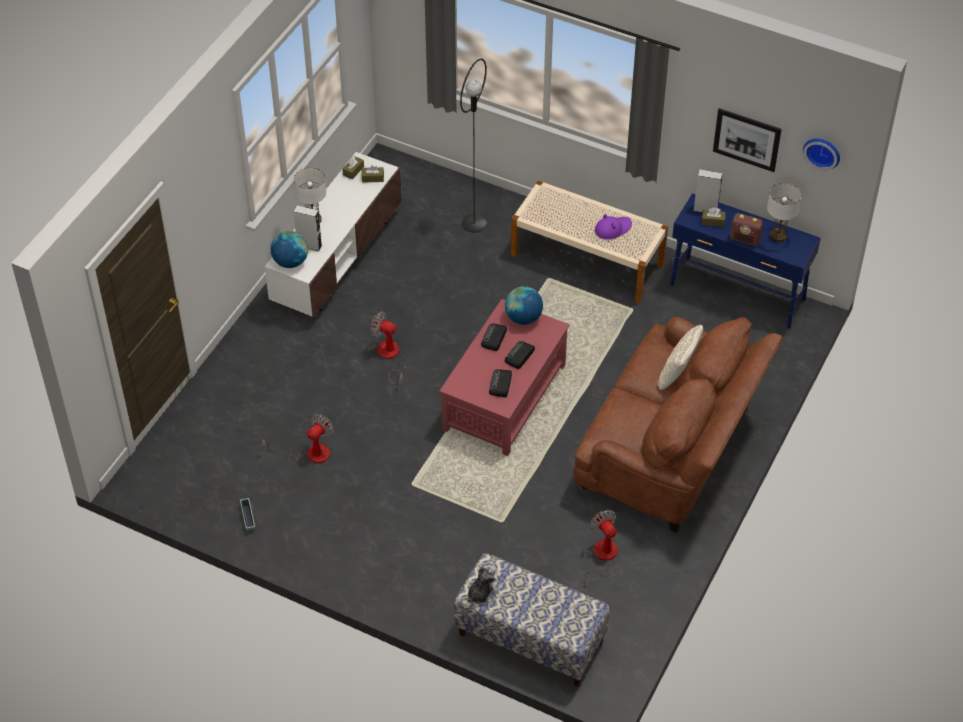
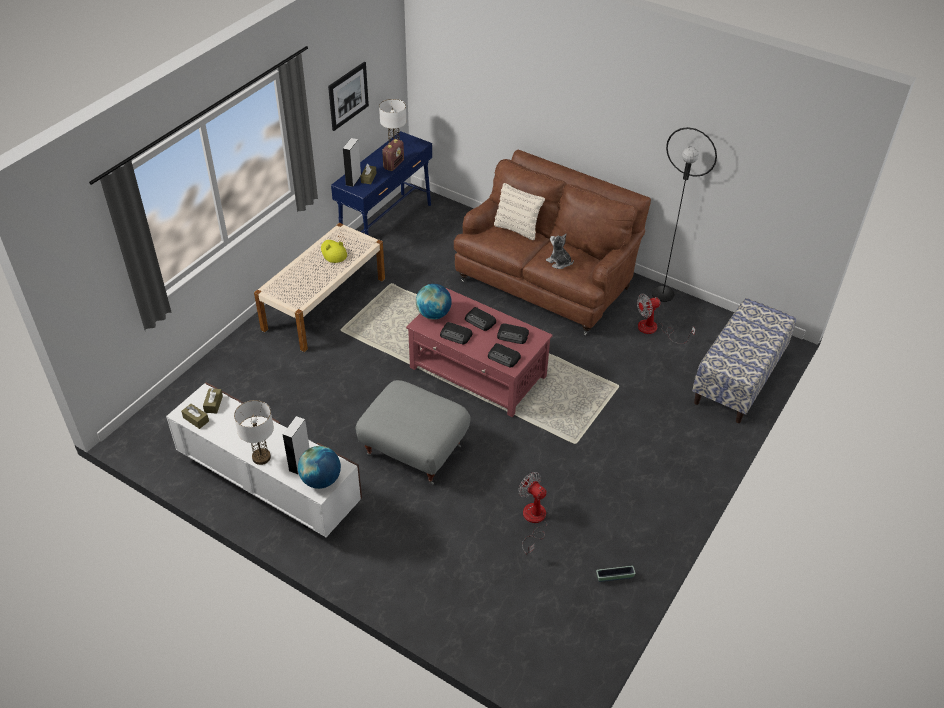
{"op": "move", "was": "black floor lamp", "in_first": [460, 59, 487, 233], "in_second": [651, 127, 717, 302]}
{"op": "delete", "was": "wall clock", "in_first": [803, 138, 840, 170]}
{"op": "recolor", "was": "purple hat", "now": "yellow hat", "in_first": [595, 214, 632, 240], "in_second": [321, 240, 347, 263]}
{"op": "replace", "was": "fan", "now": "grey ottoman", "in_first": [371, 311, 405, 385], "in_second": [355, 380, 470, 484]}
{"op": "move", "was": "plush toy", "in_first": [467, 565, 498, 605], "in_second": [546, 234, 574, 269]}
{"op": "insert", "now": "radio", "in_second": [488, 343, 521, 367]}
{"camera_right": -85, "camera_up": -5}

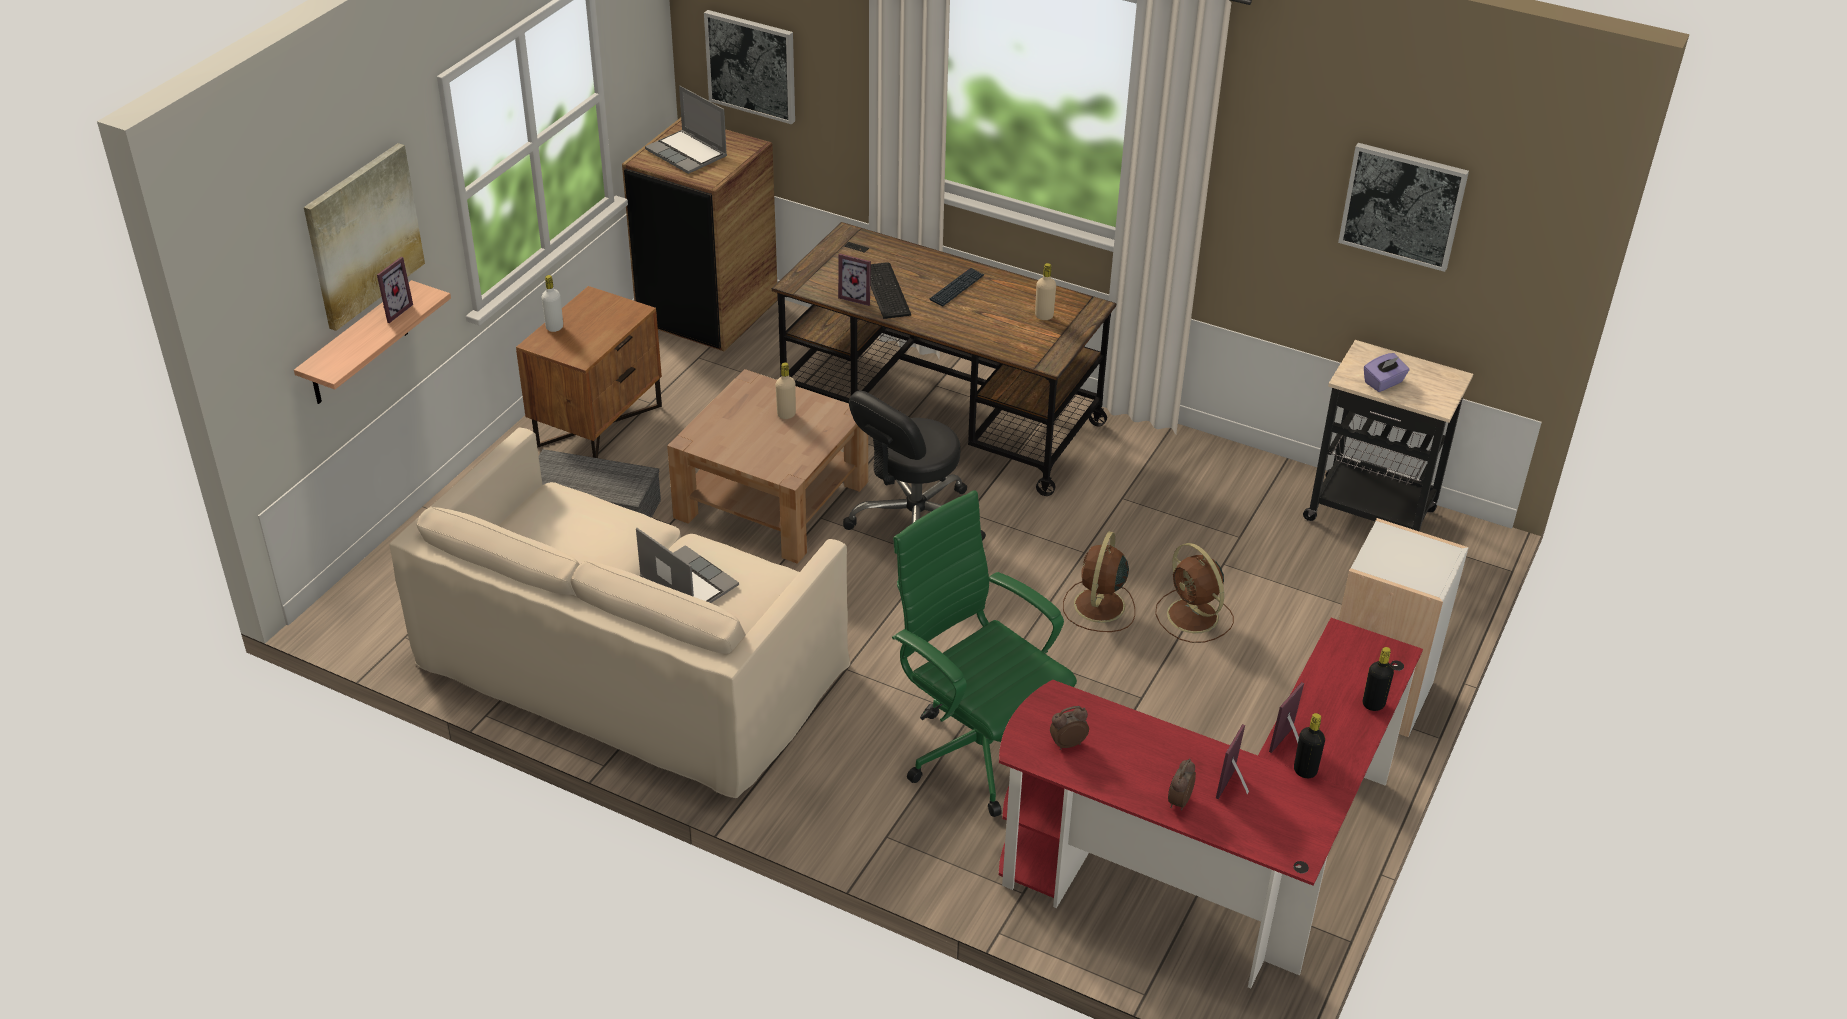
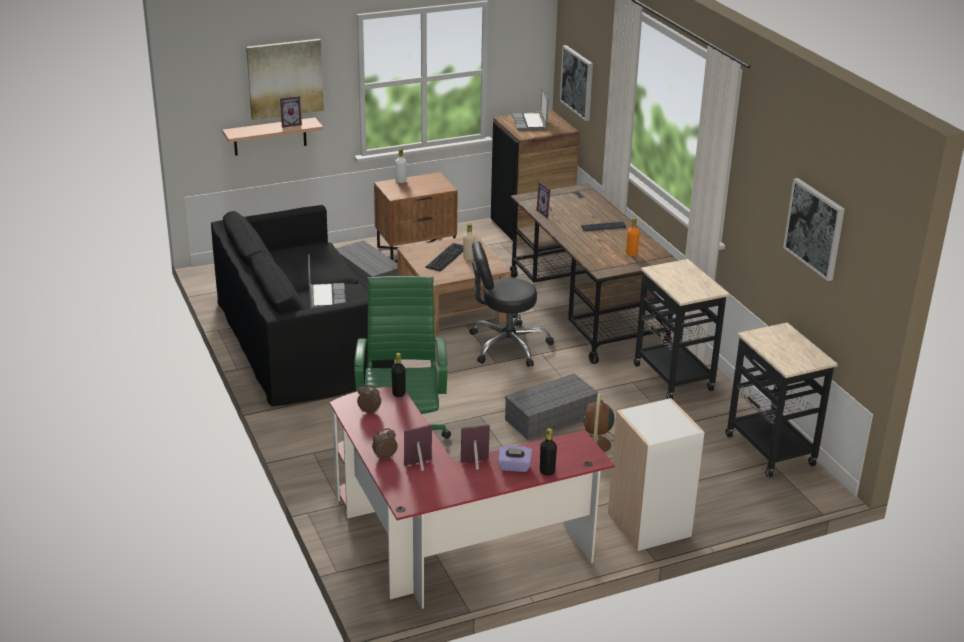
{"op": "move", "was": "keyboard", "in_first": [870, 262, 911, 319], "in_second": [425, 243, 463, 271]}
{"op": "recolor", "was": "beige bottle", "now": "orange bottle", "in_first": [1035, 263, 1056, 320], "in_second": [626, 218, 640, 256]}
{"op": "move", "was": "purple tissue box", "in_first": [1364, 353, 1410, 392], "in_second": [498, 445, 532, 472]}
{"op": "recolor", "was": "beige sofa", "now": "black sofa", "in_first": [389, 427, 850, 798], "in_second": [211, 205, 394, 407]}
{"op": "replace", "was": "brown fan", "now": "grey storage box", "in_first": [1063, 532, 1135, 632], "in_second": [505, 373, 598, 440]}
{"op": "move", "was": "black bottle", "in_first": [1294, 713, 1325, 778], "in_second": [392, 353, 406, 397]}
{"op": "insert", "now": "cart", "in_second": [634, 259, 729, 399]}
{"camera_right": 40, "camera_up": -10}

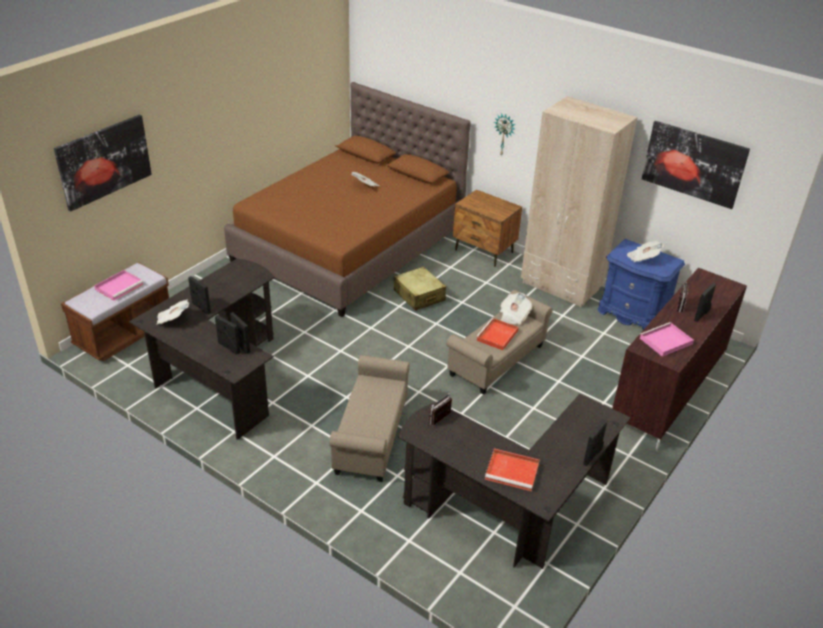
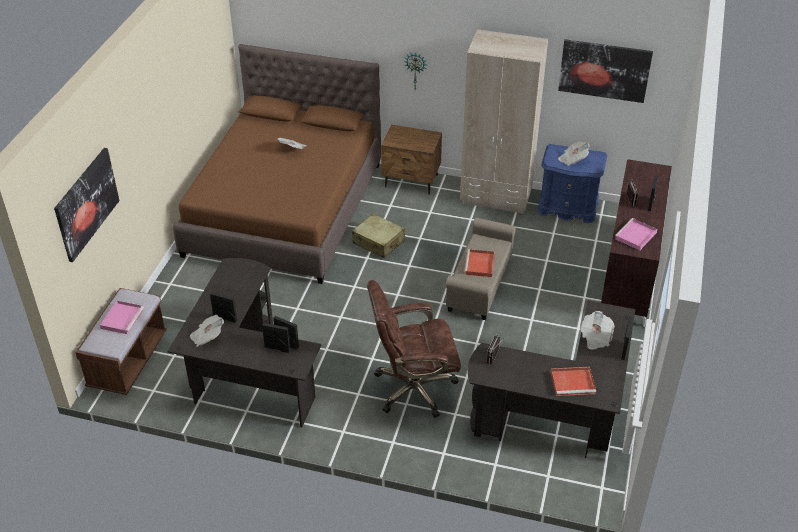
{"op": "move", "was": "newspaper", "in_first": [500, 293, 532, 324], "in_second": [580, 311, 615, 350]}
{"op": "replace", "was": "beige ottoman", "now": "brown office chair", "in_first": [329, 355, 410, 482], "in_second": [367, 280, 461, 418]}
{"camera_right": -20, "camera_up": 5}

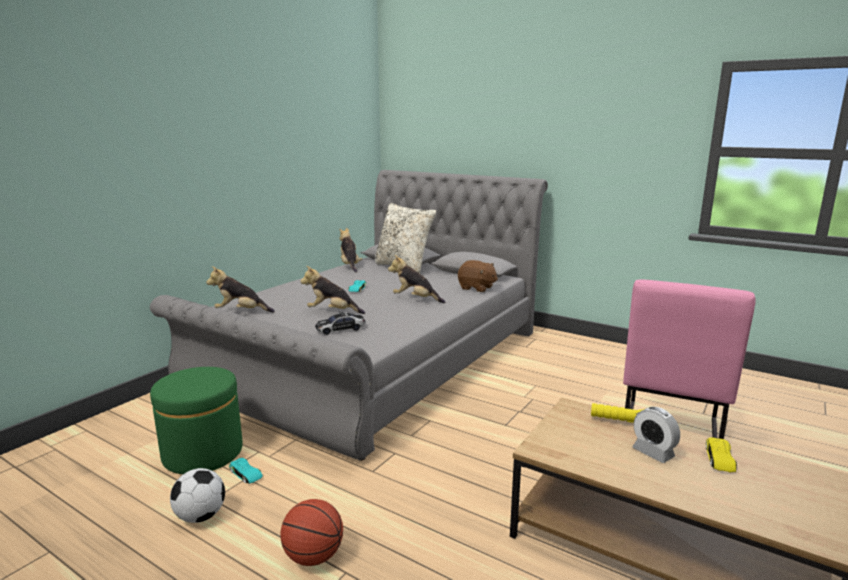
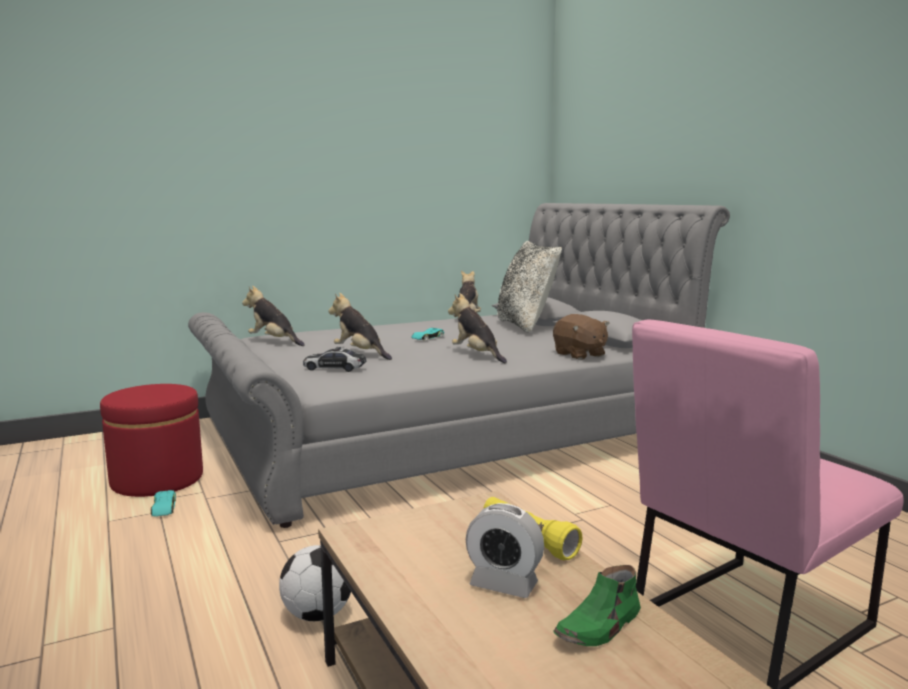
{"op": "recolor", "was": "green ottoman", "now": "red ottoman", "in_first": [150, 367, 243, 474], "in_second": [100, 384, 203, 497]}
{"op": "rotate", "was": "alarm clock", "in_first": [632, 407, 680, 463], "in_second": [466, 503, 544, 598], "clockwise": -60}
{"op": "replace", "was": "yellow toy car", "now": "green shoe", "in_first": [705, 437, 737, 472], "in_second": [554, 565, 641, 646]}
{"op": "move", "was": "football", "in_first": [170, 468, 225, 523], "in_second": [279, 545, 351, 621]}
{"op": "delete", "was": "basketball", "in_first": [280, 499, 343, 566]}
{"camera_right": 30, "camera_up": -5}

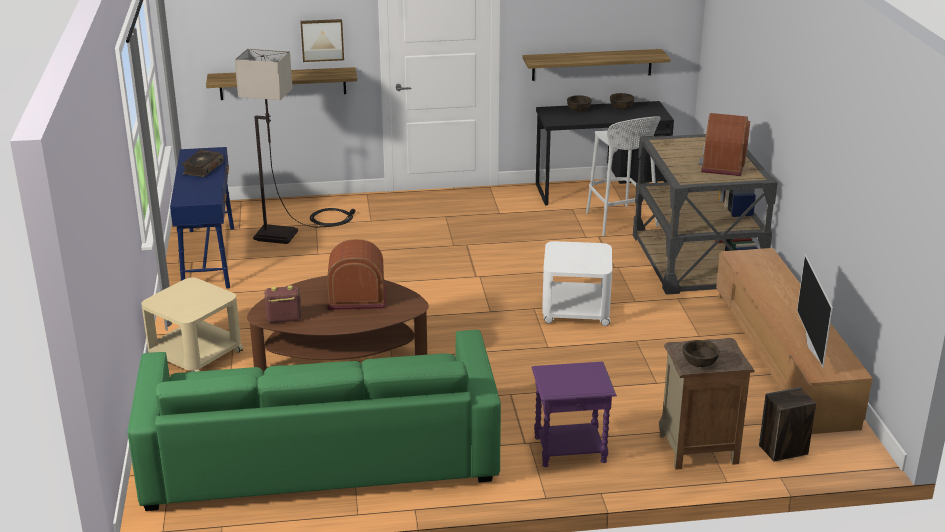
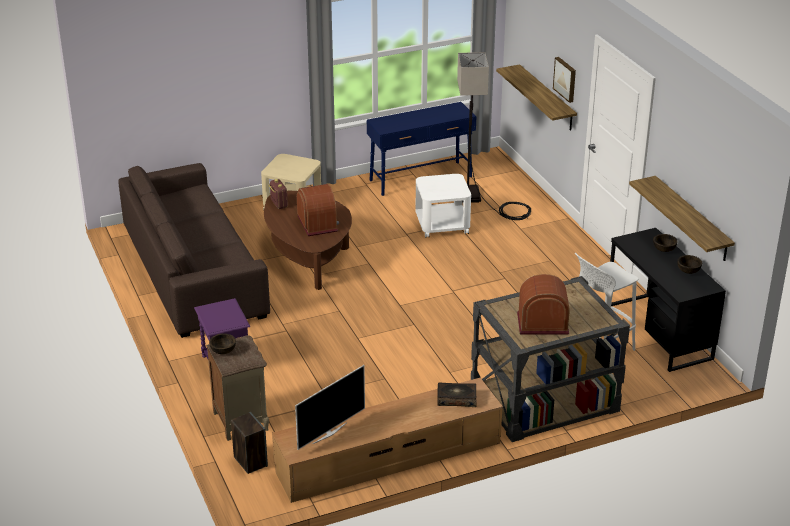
{"op": "move", "was": "book", "in_first": [182, 149, 224, 177], "in_second": [437, 383, 477, 407]}
{"op": "move", "was": "white side table", "in_first": [542, 241, 612, 326], "in_second": [416, 174, 471, 238]}
{"op": "rotate", "was": "television", "in_first": [797, 254, 833, 368], "in_second": [295, 365, 365, 450], "clockwise": 150}
{"op": "recolor", "was": "green sofa", "now": "brown sofa", "in_first": [127, 330, 501, 511], "in_second": [118, 163, 270, 338]}
{"camera_right": 75, "camera_up": 5}

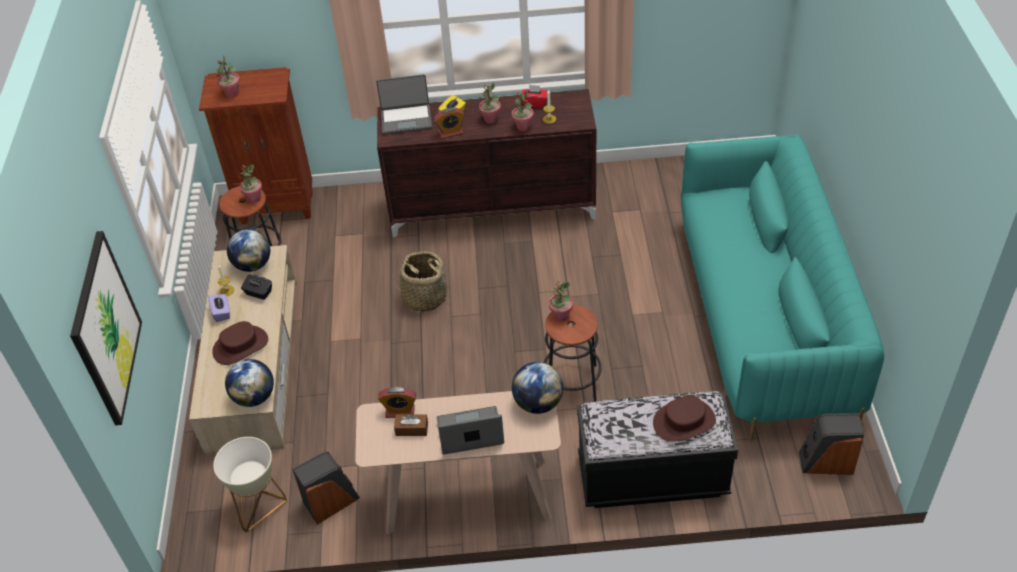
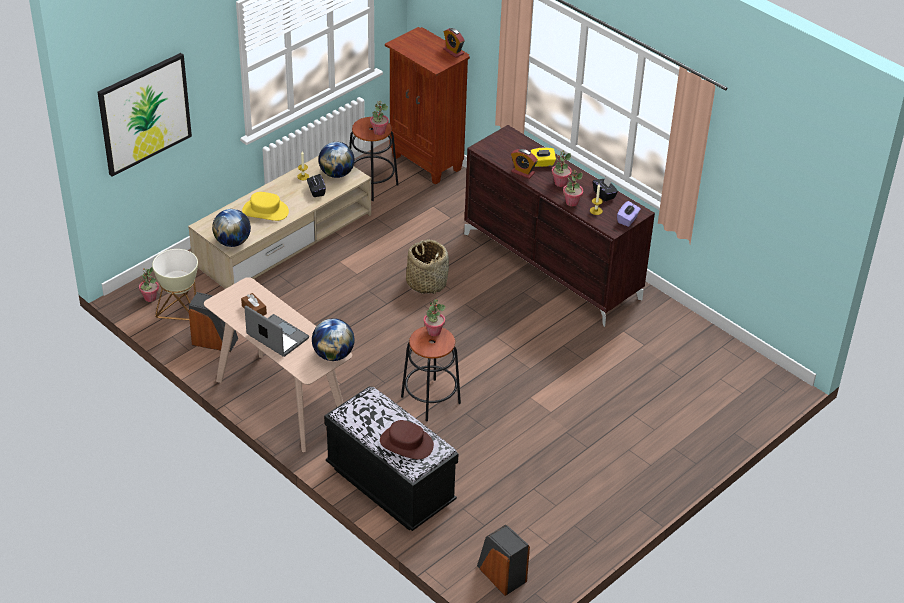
{"op": "move", "was": "potted plant", "in_first": [217, 55, 240, 97], "in_second": [139, 267, 159, 302]}
{"op": "delete", "was": "laptop", "in_first": [376, 74, 432, 134]}
{"op": "recolor", "was": "red tissue box", "now": "black tissue box", "in_first": [522, 85, 548, 108], "in_second": [593, 177, 618, 201]}
{"op": "delete", "was": "turquoise sofa", "in_first": [681, 135, 884, 440]}
{"op": "move", "was": "purple tissue box", "in_first": [208, 294, 230, 322], "in_second": [617, 201, 641, 227]}
{"op": "recolor", "was": "brown hat", "now": "yellow hat", "in_first": [212, 321, 268, 365], "in_second": [242, 192, 289, 221]}
{"op": "move", "was": "alarm clock", "in_first": [378, 387, 416, 418], "in_second": [443, 28, 465, 58]}
{"camera_right": 45, "camera_up": -5}

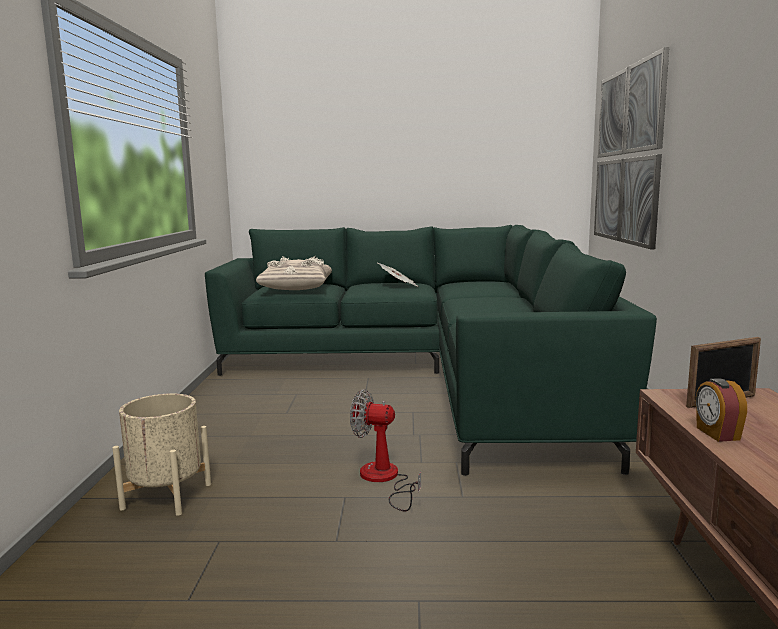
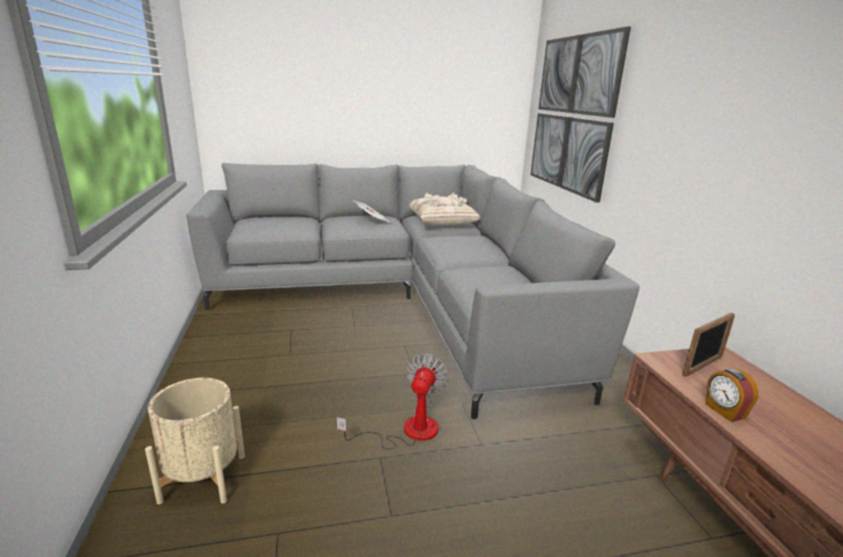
{"op": "recolor", "was": "green sofa", "now": "grey sofa", "in_first": [205, 225, 657, 476], "in_second": [187, 163, 640, 419]}
{"op": "move", "was": "beige pillow", "in_first": [256, 256, 332, 290], "in_second": [409, 193, 480, 225]}
{"op": "rotate", "was": "fan", "in_first": [350, 389, 421, 511], "in_second": [337, 354, 449, 450], "clockwise": 105}
{"camera_right": -15, "camera_up": 10}

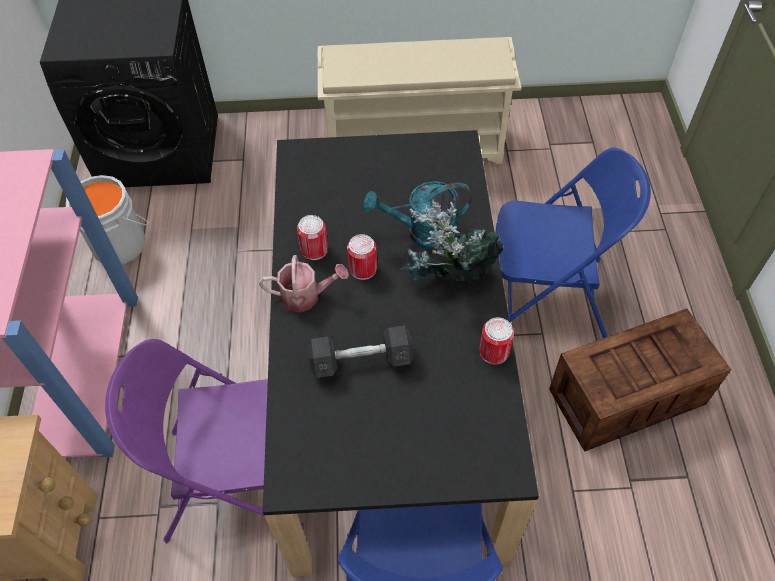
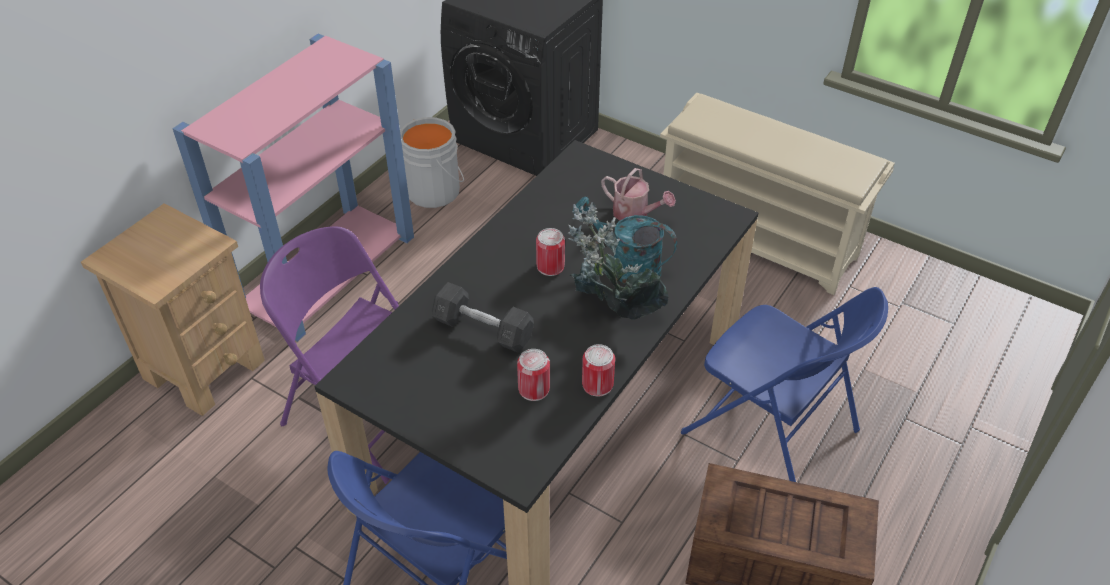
{"op": "move", "was": "can", "in_first": [297, 215, 328, 260], "in_second": [517, 349, 550, 401]}
{"op": "move", "was": "watering can", "in_first": [259, 255, 349, 312], "in_second": [601, 168, 676, 221]}
{"camera_right": 35, "camera_up": -10}

